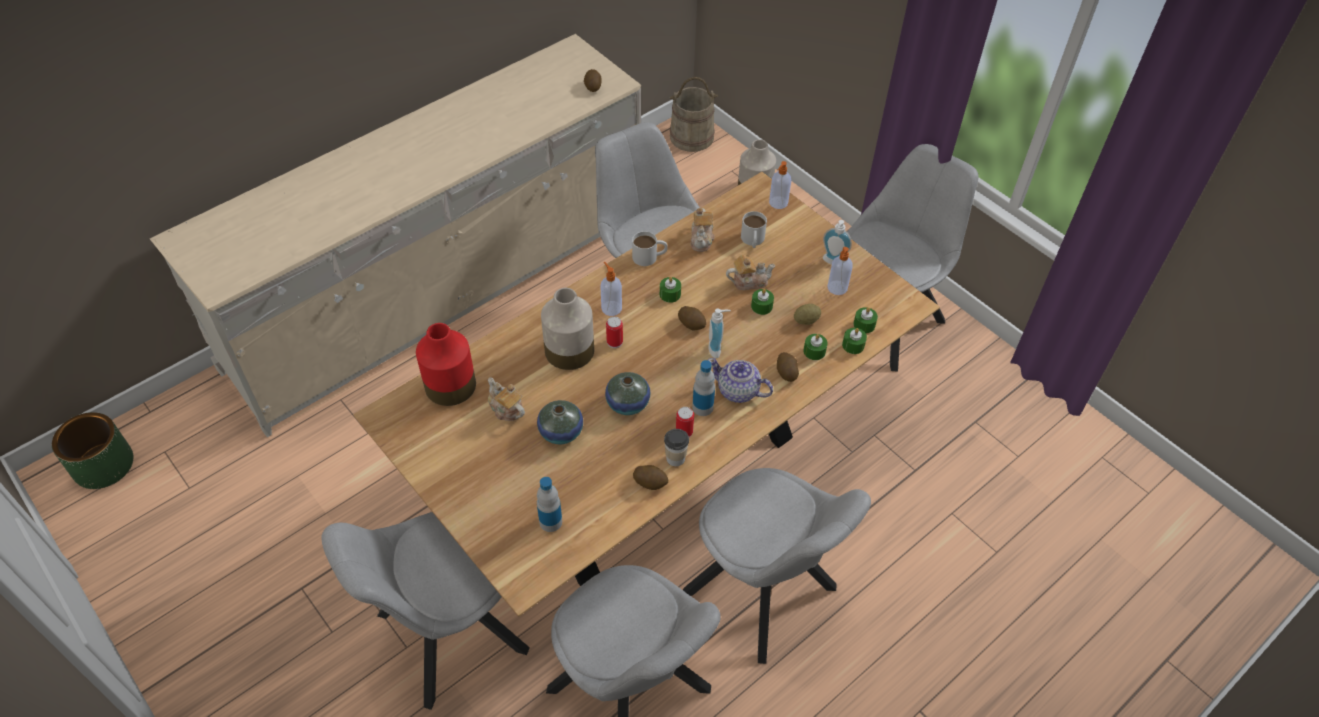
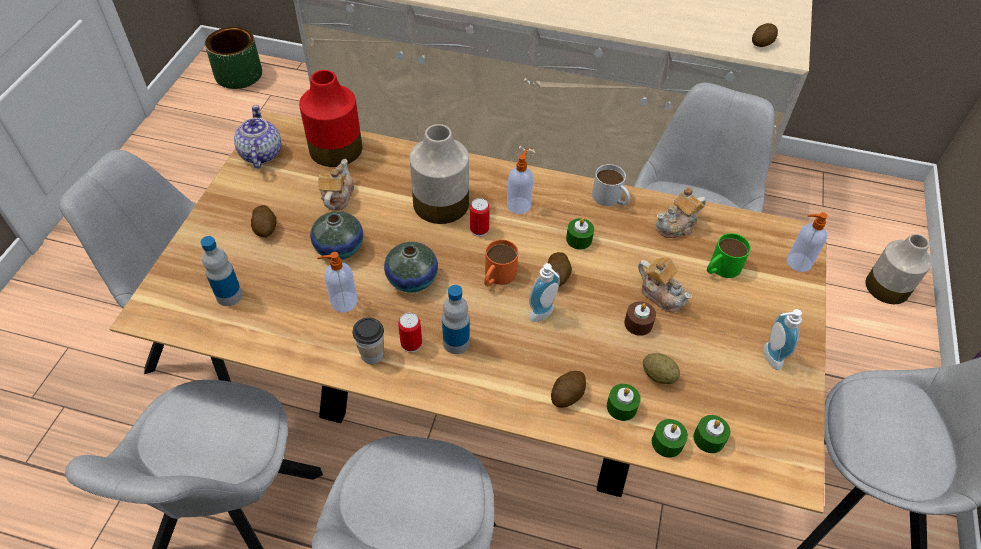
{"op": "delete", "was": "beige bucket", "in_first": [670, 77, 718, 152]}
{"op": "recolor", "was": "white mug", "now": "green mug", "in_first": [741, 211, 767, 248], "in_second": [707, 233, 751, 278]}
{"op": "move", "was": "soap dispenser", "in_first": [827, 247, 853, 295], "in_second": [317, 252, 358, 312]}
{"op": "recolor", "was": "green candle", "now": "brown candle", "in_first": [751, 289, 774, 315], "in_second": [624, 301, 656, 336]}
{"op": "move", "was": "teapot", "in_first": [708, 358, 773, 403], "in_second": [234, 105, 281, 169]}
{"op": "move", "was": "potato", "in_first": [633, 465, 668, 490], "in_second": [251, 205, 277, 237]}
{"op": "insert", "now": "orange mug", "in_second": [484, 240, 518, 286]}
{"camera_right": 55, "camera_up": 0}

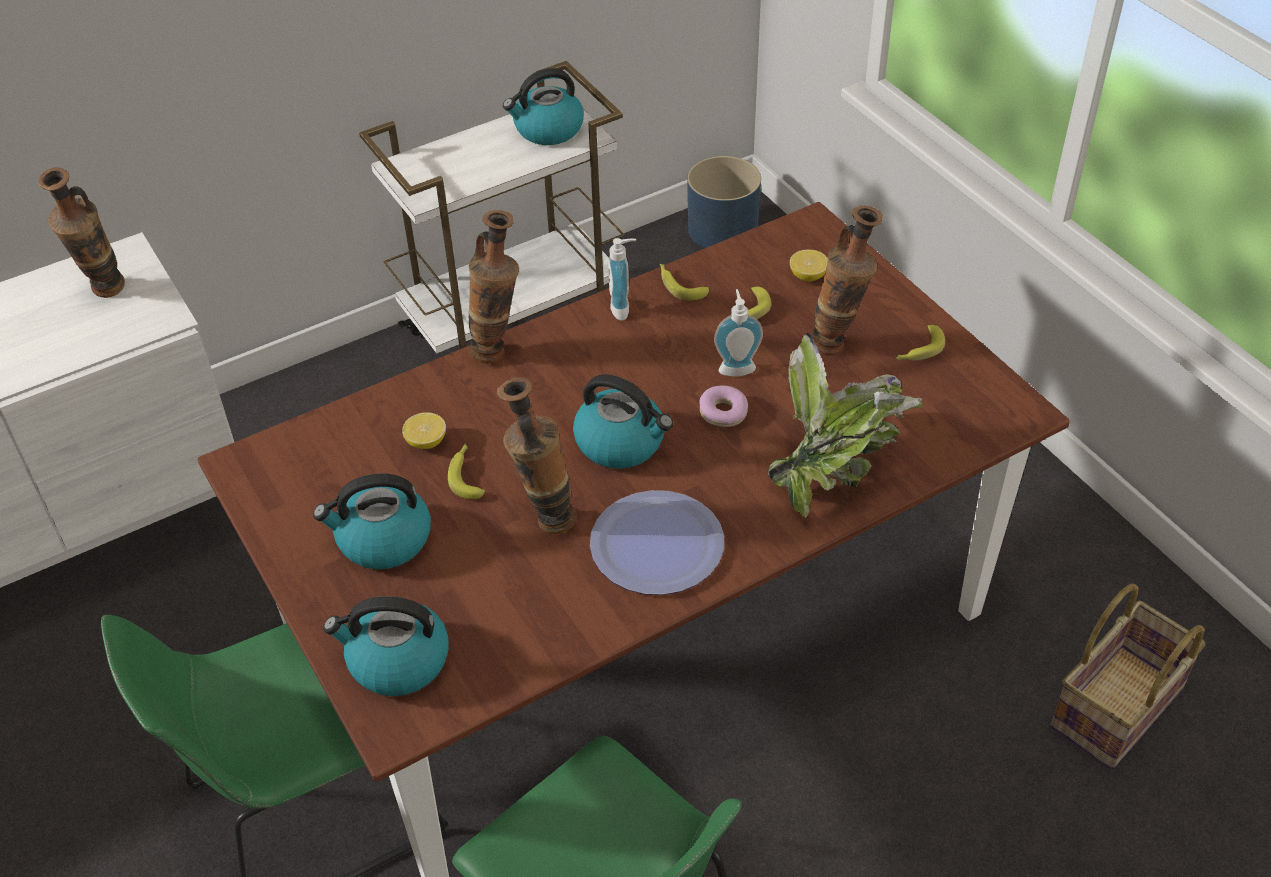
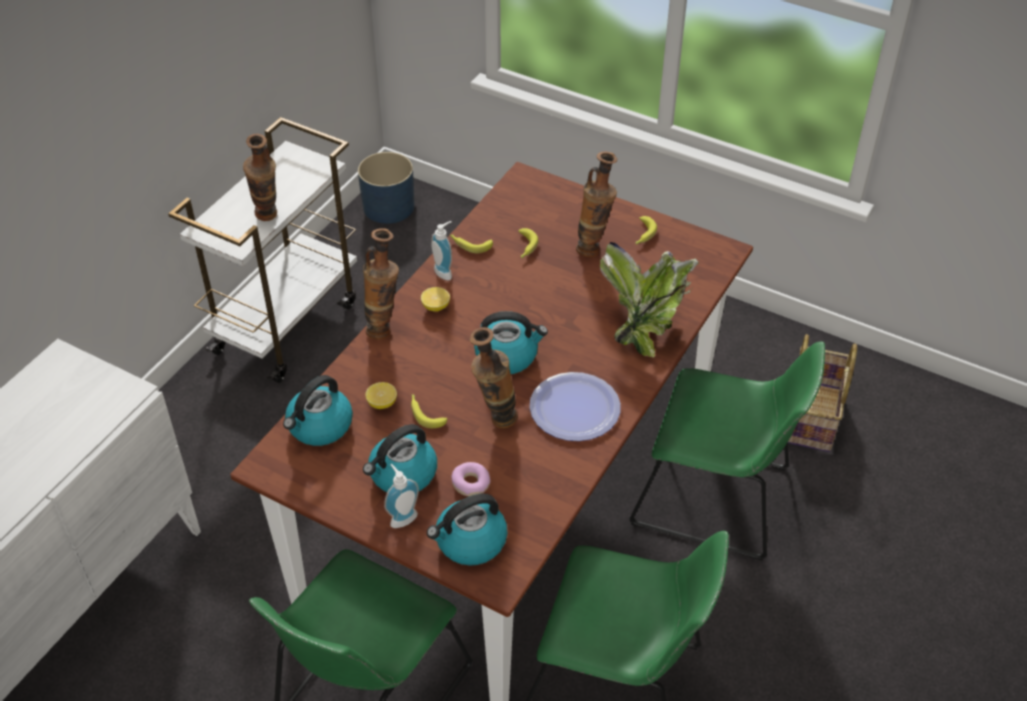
{"op": "move", "was": "kettle", "in_first": [503, 68, 584, 145], "in_second": [283, 375, 353, 446]}
{"op": "move", "was": "vase", "in_first": [38, 168, 125, 298], "in_second": [243, 134, 277, 221]}
{"op": "move", "was": "lemon", "in_first": [790, 249, 828, 281], "in_second": [421, 287, 450, 312]}
{"op": "move", "was": "soap dispenser", "in_first": [714, 289, 763, 376], "in_second": [384, 464, 419, 528]}
{"op": "move", "was": "donut", "in_first": [699, 385, 748, 427], "in_second": [451, 462, 490, 496]}
{"op": "insert", "now": "green chair", "in_second": [629, 341, 825, 560]}
{"camera_right": -30, "camera_up": 0}

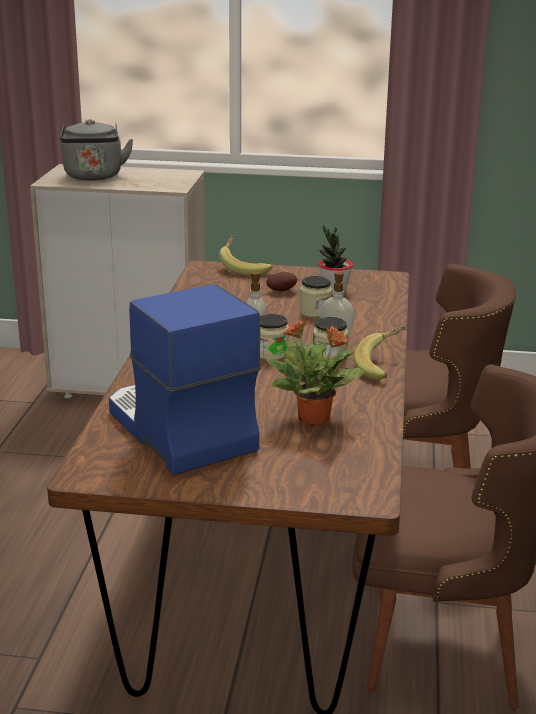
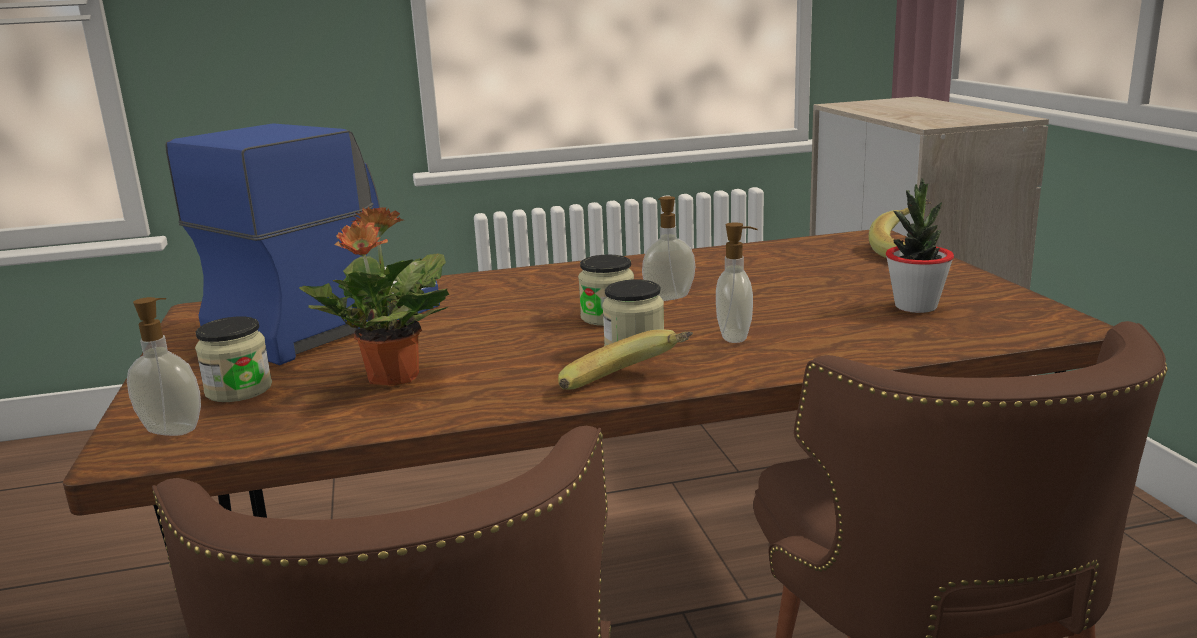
{"op": "delete", "was": "grey kettle", "in_first": [60, 119, 134, 181]}
{"op": "delete", "was": "potato", "in_first": [266, 271, 298, 291]}
{"op": "move", "was": "jar", "in_first": [300, 276, 332, 318], "in_second": [195, 316, 272, 402]}
{"op": "insert", "now": "soap dispenser", "in_second": [127, 297, 201, 436]}
{"camera_right": 70, "camera_up": -5}

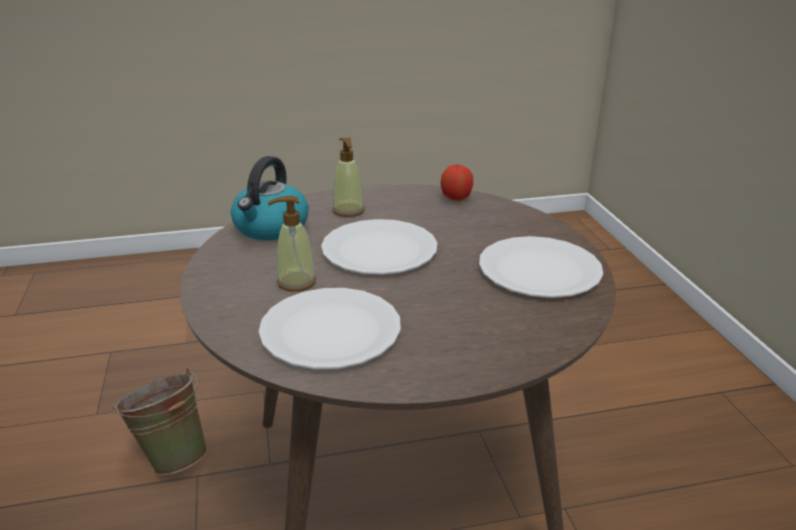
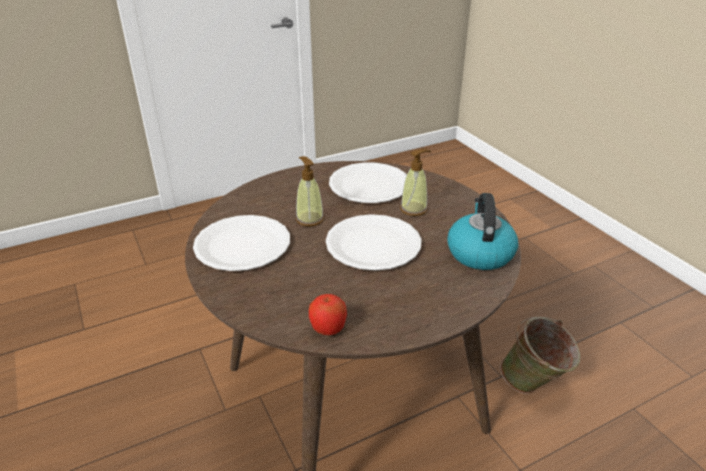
{"op": "move", "was": "soap dispenser", "in_first": [333, 137, 365, 217], "in_second": [296, 156, 324, 226]}
{"camera_right": 165, "camera_up": 5}

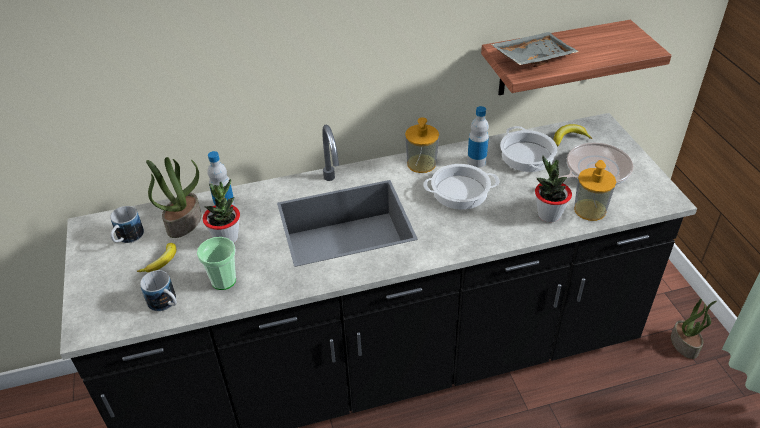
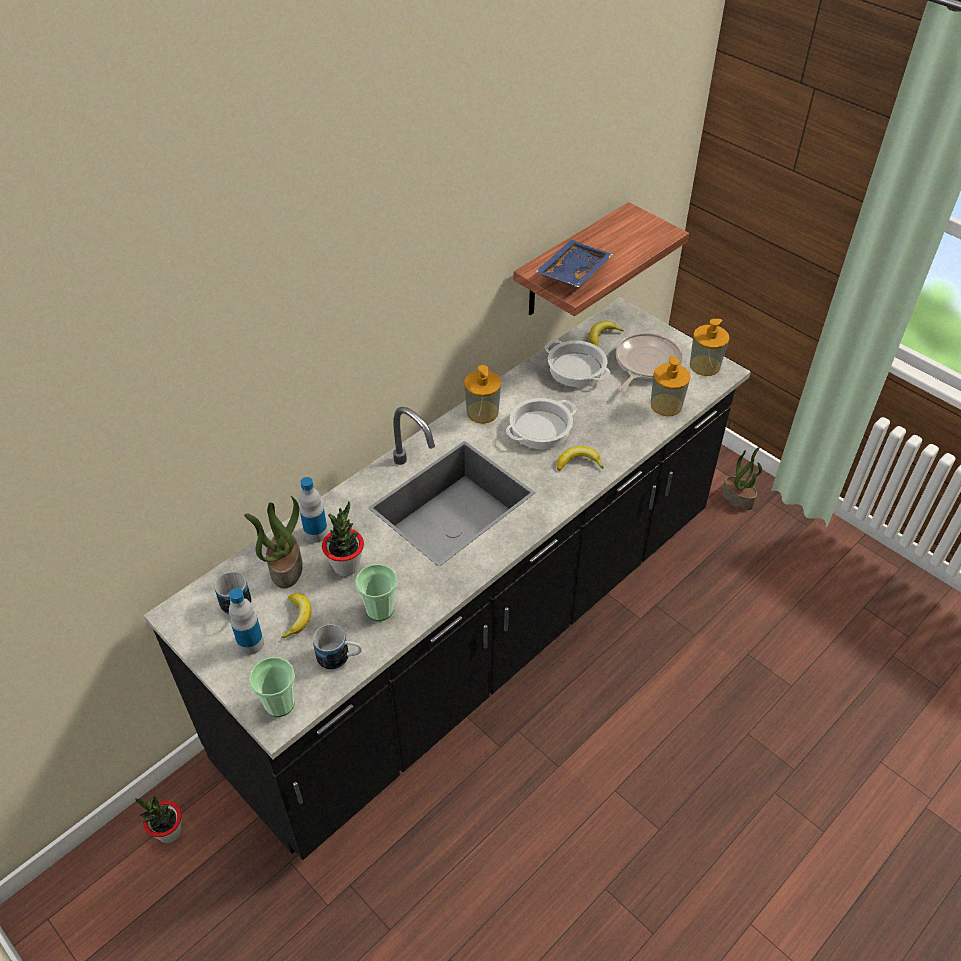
{"op": "recolor", "was": "grey tray", "now": "blue tray", "in_first": [491, 32, 579, 67], "in_second": [535, 239, 613, 287]}
{"op": "move", "was": "bottle", "in_first": [467, 106, 489, 168], "in_second": [229, 588, 264, 655]}
{"op": "move", "was": "potted plant", "in_first": [535, 155, 572, 223], "in_second": [135, 795, 182, 843]}
{"op": "insert", "now": "soap dispenser", "in_second": [690, 319, 729, 376]}
{"op": "insert", "now": "banana", "in_second": [557, 446, 604, 471]}
{"op": "insert", "now": "cup", "in_second": [249, 657, 295, 717]}
{"camera_right": -30, "camera_up": 5}

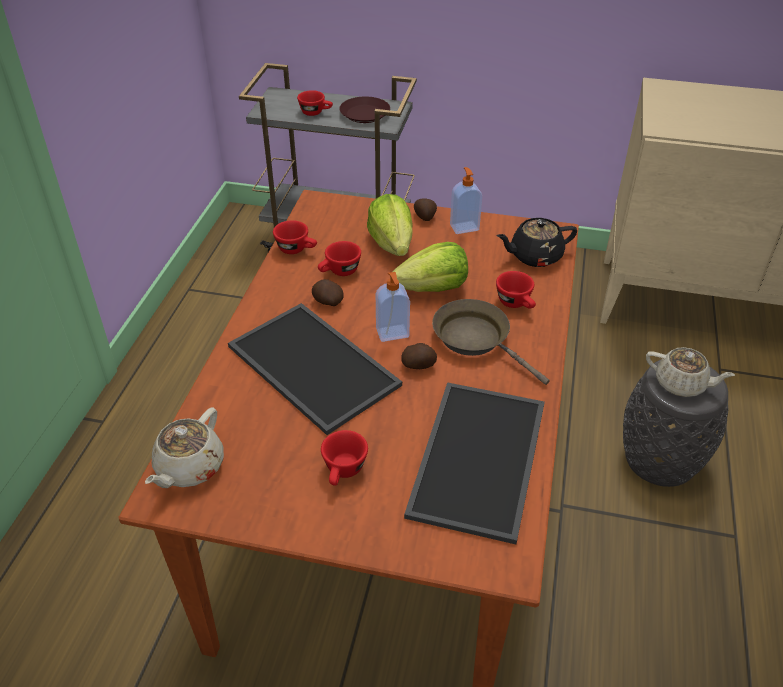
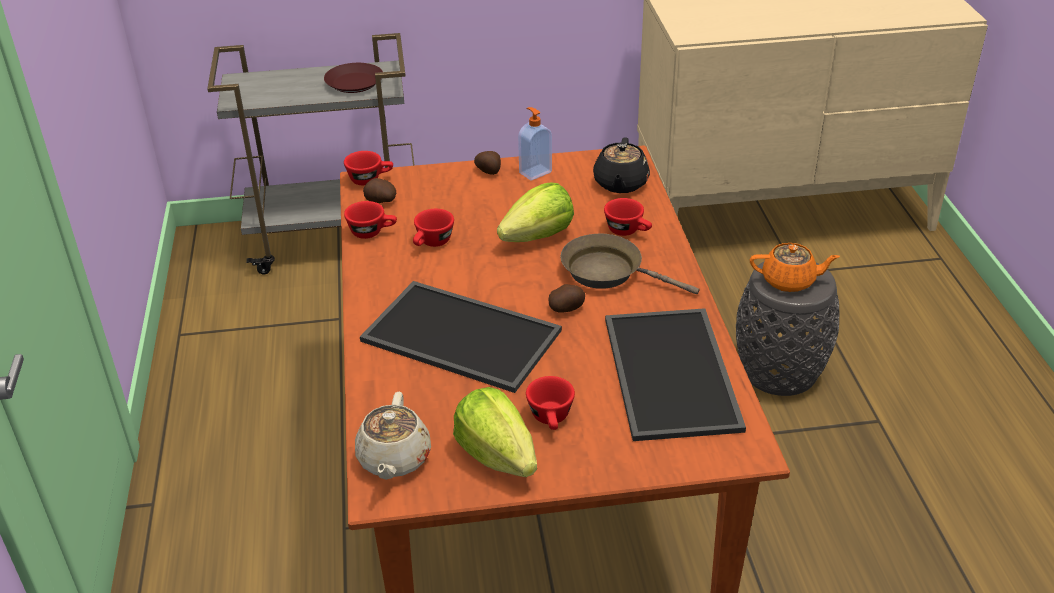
{"op": "move", "was": "red cup", "in_first": [297, 90, 333, 116], "in_second": [344, 151, 393, 185]}
{"op": "move", "was": "lettuce", "in_first": [367, 194, 413, 256], "in_second": [453, 387, 537, 477]}
{"op": "rotate", "was": "black teapot", "in_first": [497, 218, 577, 267], "in_second": [593, 137, 650, 193], "clockwise": -45}
{"op": "delete", "was": "soap dispenser", "in_first": [376, 272, 410, 342]}
{"op": "move", "was": "potato", "in_first": [312, 279, 344, 306], "in_second": [363, 178, 396, 203]}
{"op": "recolor", "was": "beige teapot", "now": "orange teapot", "in_first": [646, 347, 735, 397], "in_second": [750, 243, 840, 292]}
{"camera_right": -20, "camera_up": -5}

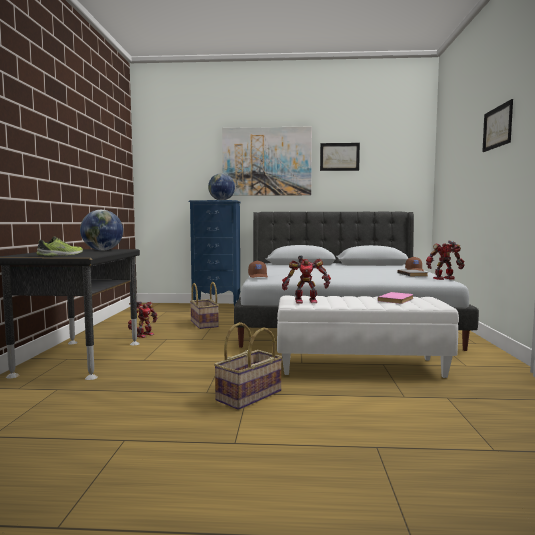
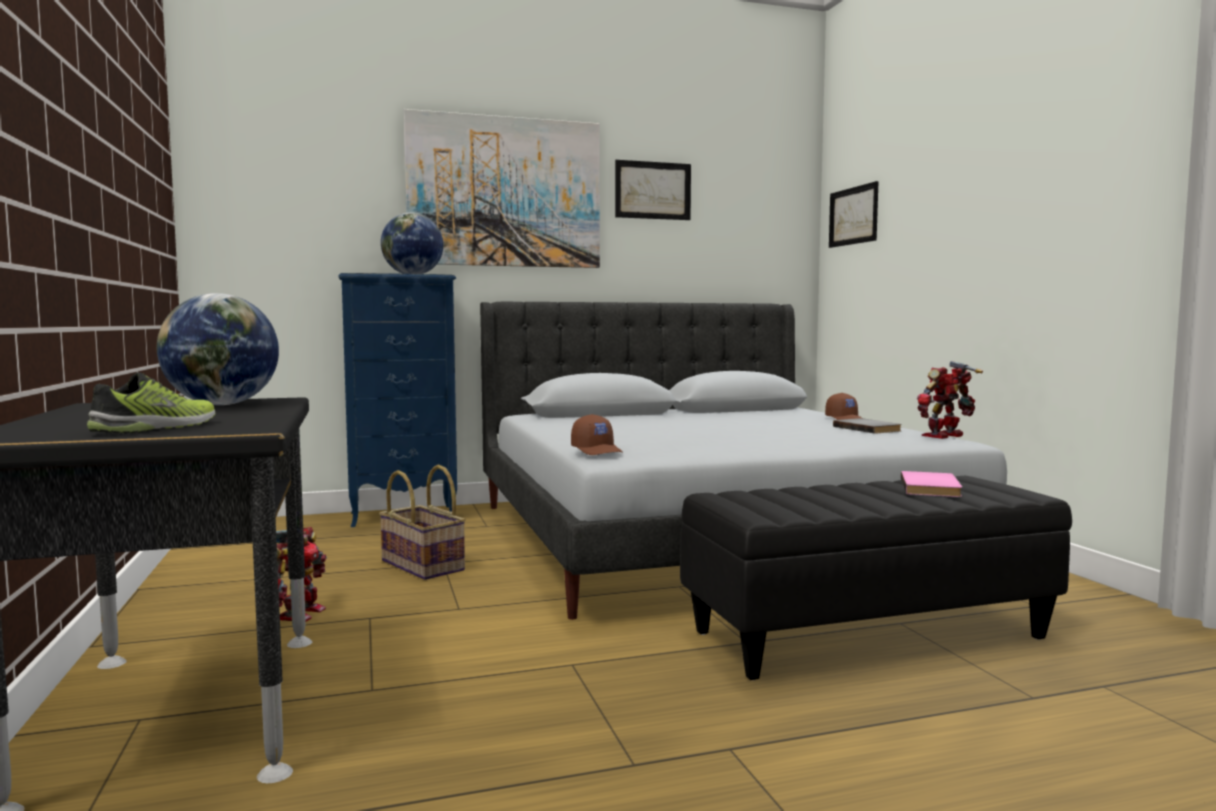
{"op": "move", "was": "picture", "in_first": [482, 99, 513, 152], "in_second": [829, 181, 879, 248]}
{"op": "delete", "was": "toy robot", "in_first": [282, 255, 331, 303]}
{"op": "recolor", "was": "white ottoman", "now": "black ottoman", "in_first": [277, 296, 459, 378], "in_second": [680, 476, 1072, 680]}
{"op": "delete", "was": "basket", "in_first": [214, 322, 282, 410]}
{"camera_right": -20, "camera_up": 0}

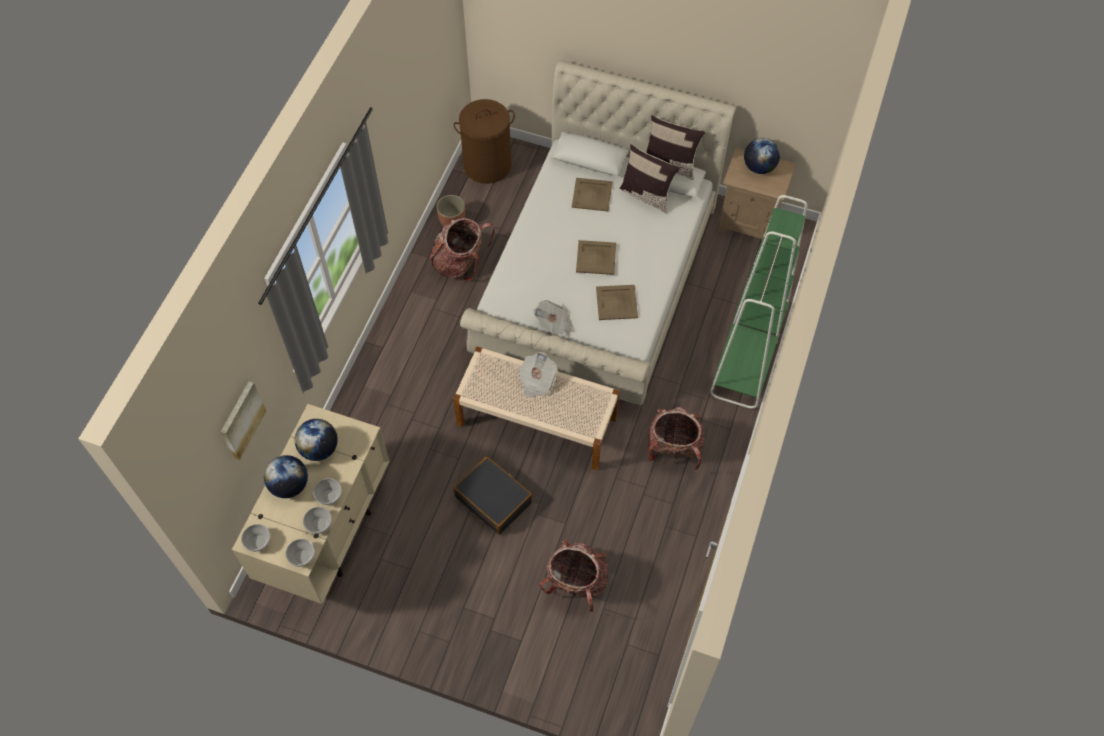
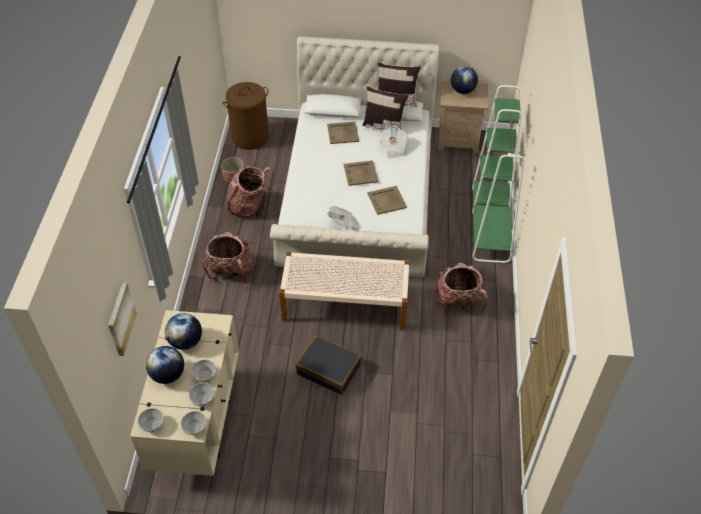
{"op": "move", "was": "newspaper", "in_first": [519, 352, 558, 397], "in_second": [380, 126, 408, 159]}
{"op": "move", "was": "backpack", "in_first": [539, 539, 609, 612], "in_second": [202, 232, 253, 283]}
{"camera_right": -15, "camera_up": -10}

